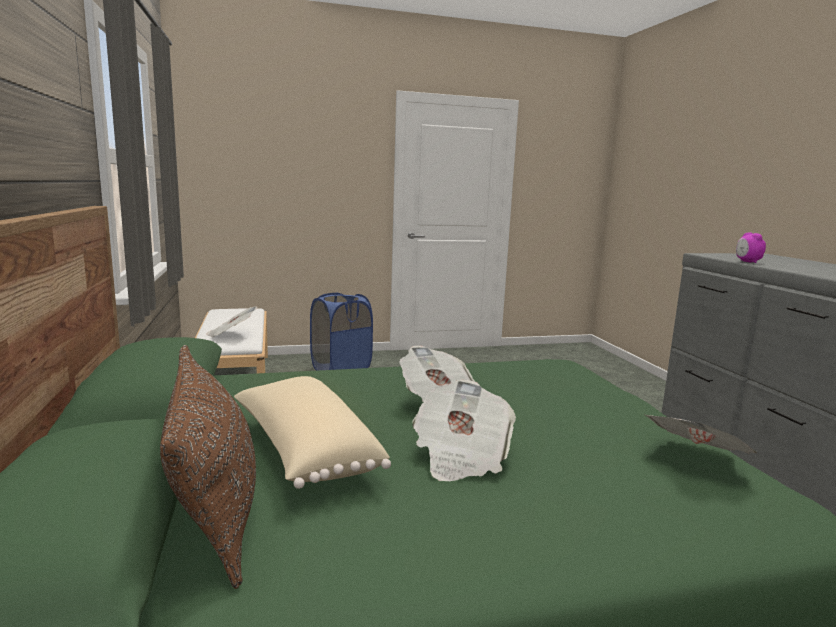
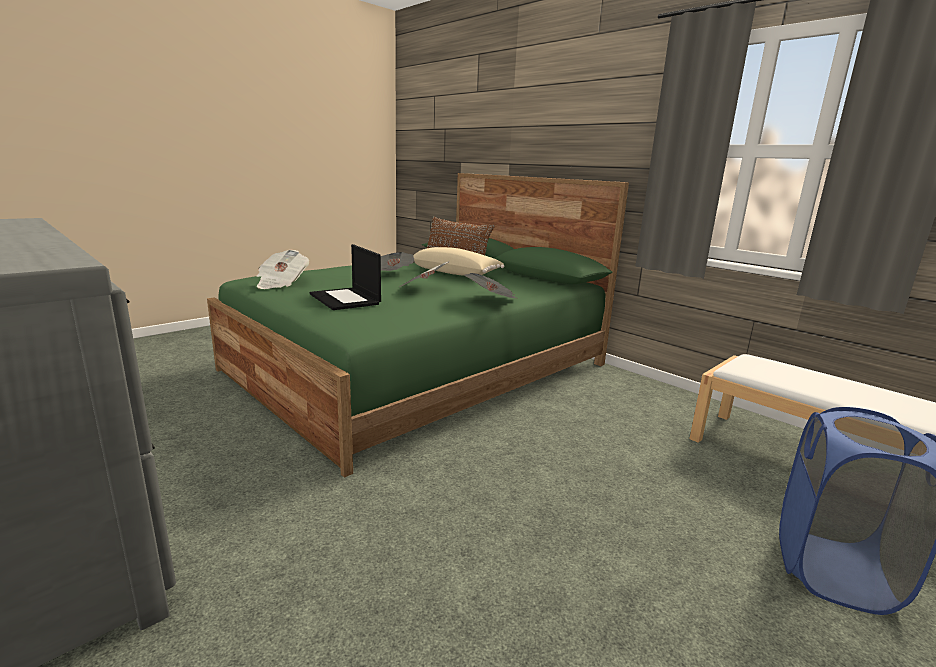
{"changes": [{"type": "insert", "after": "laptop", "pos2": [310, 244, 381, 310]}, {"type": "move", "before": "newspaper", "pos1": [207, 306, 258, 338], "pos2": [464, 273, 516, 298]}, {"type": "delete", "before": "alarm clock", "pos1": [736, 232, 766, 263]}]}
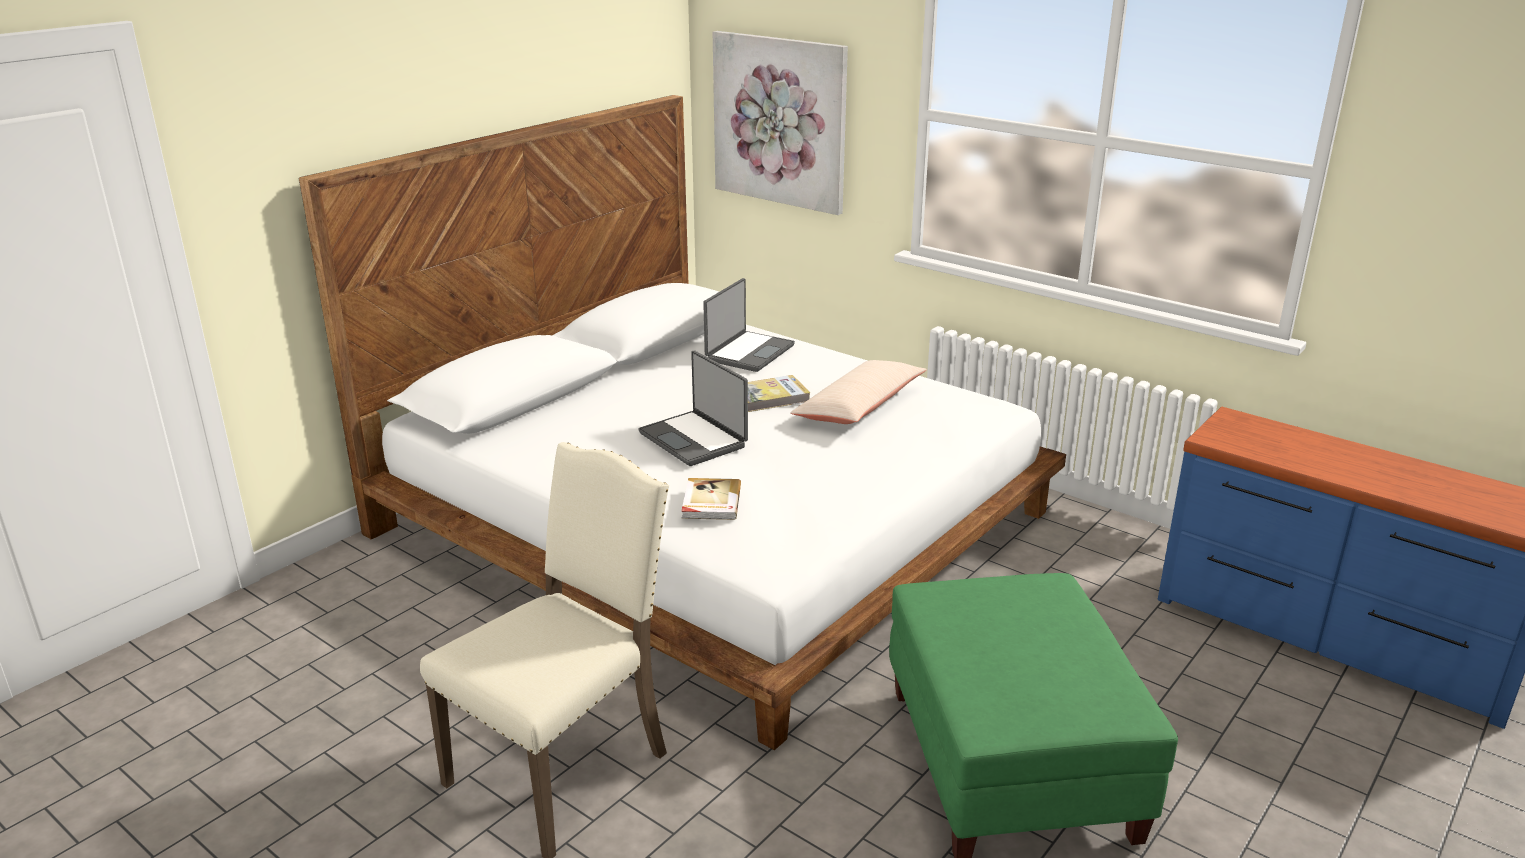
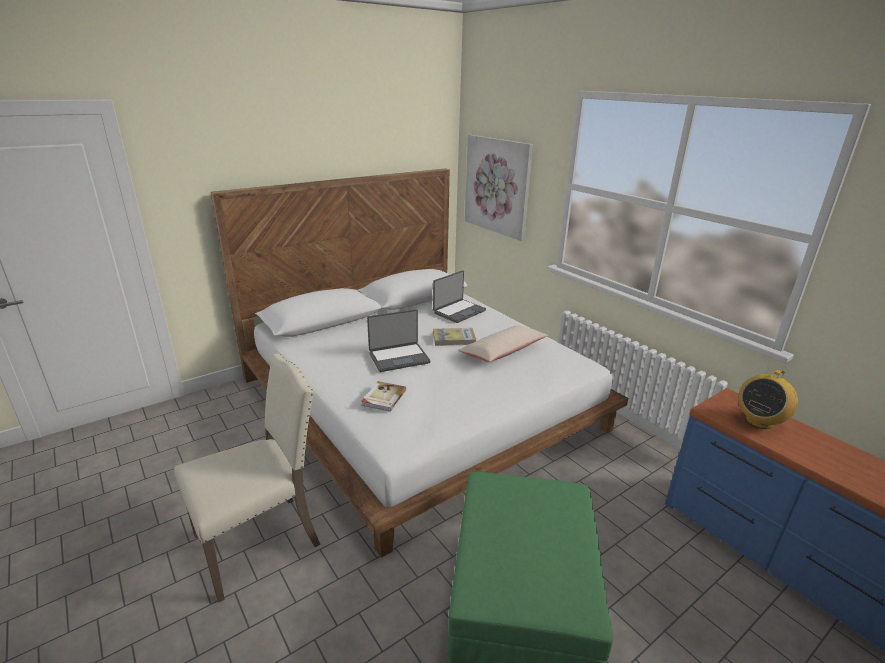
{"changes": [{"type": "rotate", "before": "laptop", "pos1": [639, 350, 748, 466], "pos2": [367, 309, 430, 372], "turn": -90}, {"type": "insert", "after": "radio", "pos2": [738, 369, 798, 429]}]}
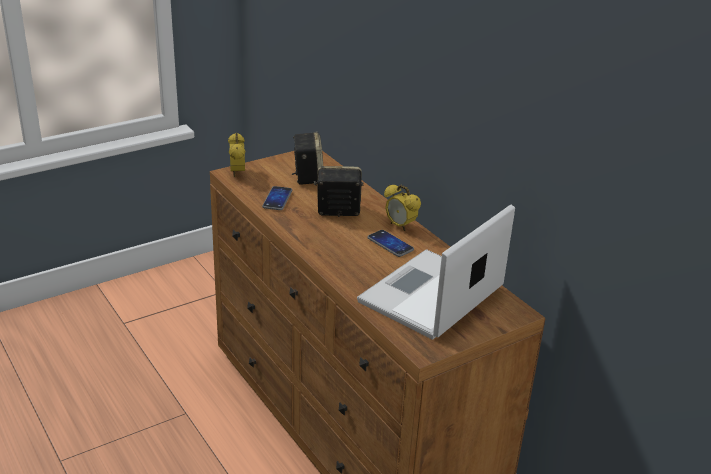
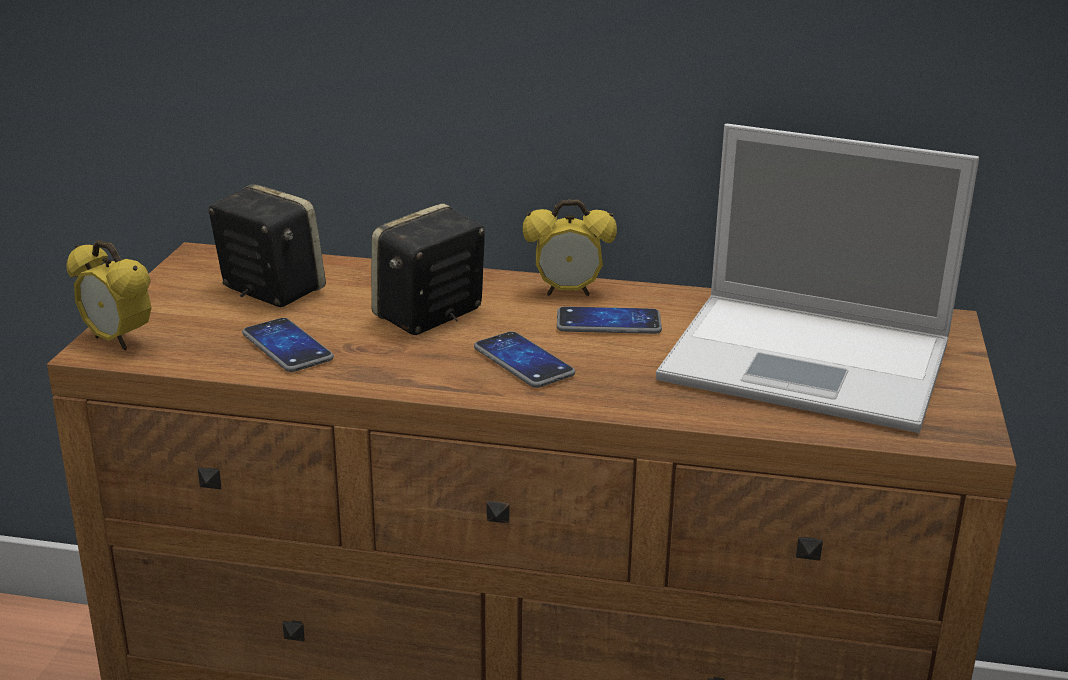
{"changes": [{"type": "insert", "after": "phone", "pos2": [474, 331, 575, 388]}, {"type": "rotate", "before": "laptop", "pos1": [357, 205, 515, 340], "pos2": [656, 124, 979, 433], "turn": -60}]}
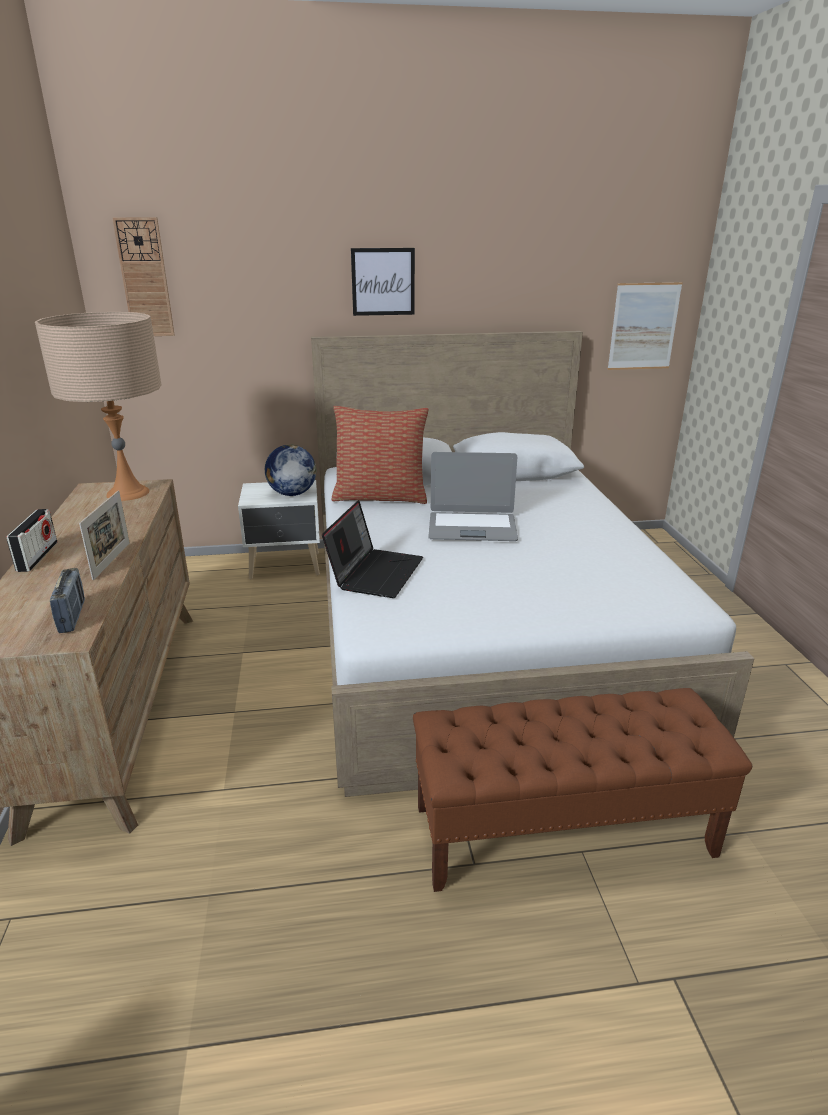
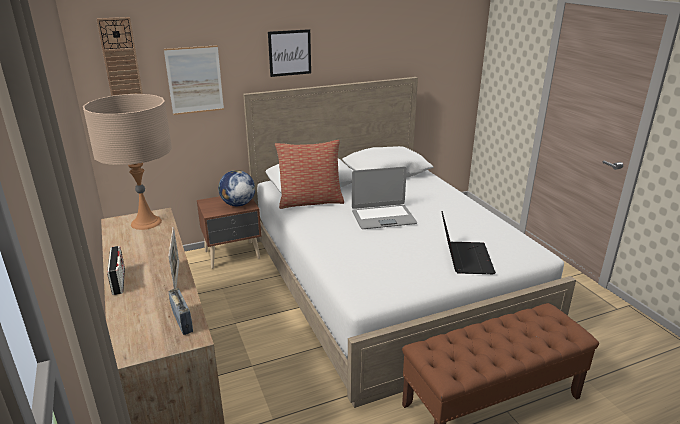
{"changes": [{"type": "move", "before": "picture", "pos1": [607, 282, 683, 370], "pos2": [164, 45, 224, 115]}, {"type": "recolor", "before": "white nightstand", "after": "brown nightstand", "pos1": [238, 480, 320, 579], "pos2": [197, 196, 261, 269]}, {"type": "move", "before": "laptop", "pos1": [322, 500, 423, 598], "pos2": [442, 211, 496, 274]}]}
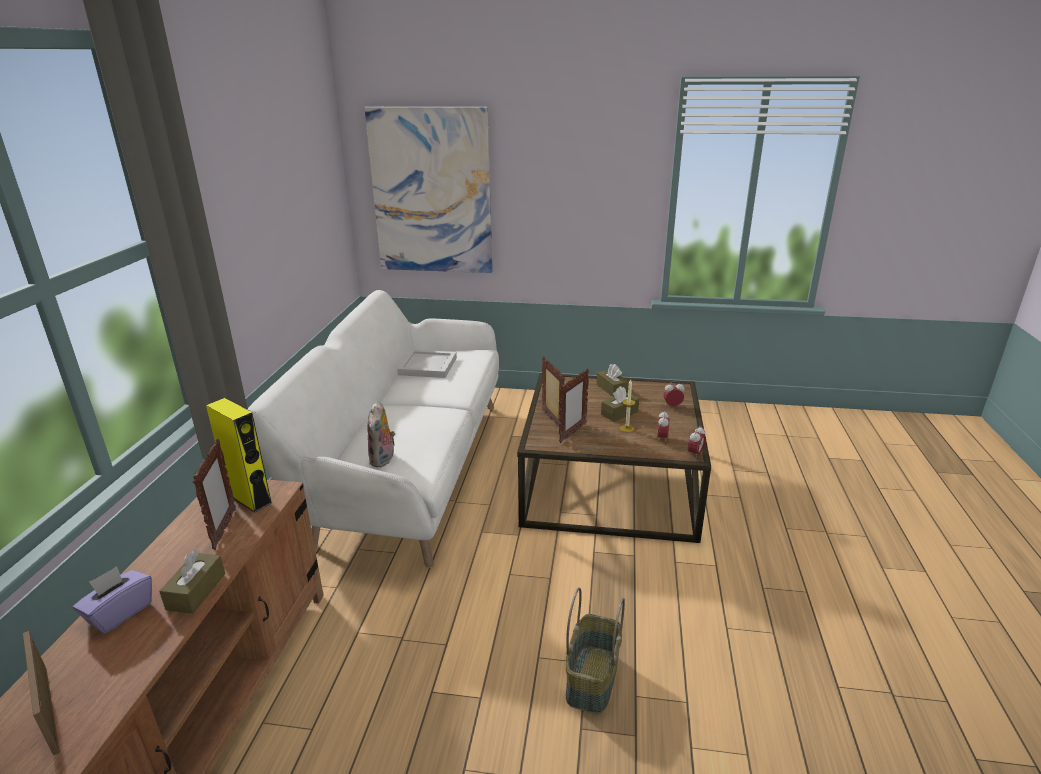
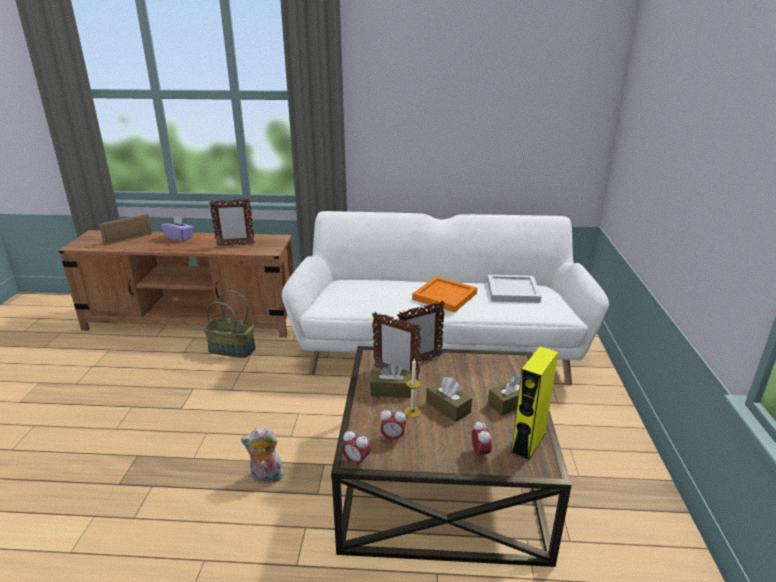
{"changes": [{"type": "move", "before": "basket", "pos1": [565, 587, 625, 714], "pos2": [204, 290, 256, 358]}, {"type": "move", "before": "plush toy", "pos1": [367, 401, 395, 467], "pos2": [241, 428, 284, 483]}, {"type": "move", "before": "brown tissue box", "pos1": [159, 550, 225, 614], "pos2": [370, 363, 412, 398]}, {"type": "insert", "after": "orange tray", "pos2": [412, 277, 477, 312]}, {"type": "move", "before": "yellow speaker", "pos1": [206, 398, 272, 513], "pos2": [511, 346, 558, 461]}, {"type": "delete", "before": "picture", "pos1": [364, 107, 493, 273]}]}
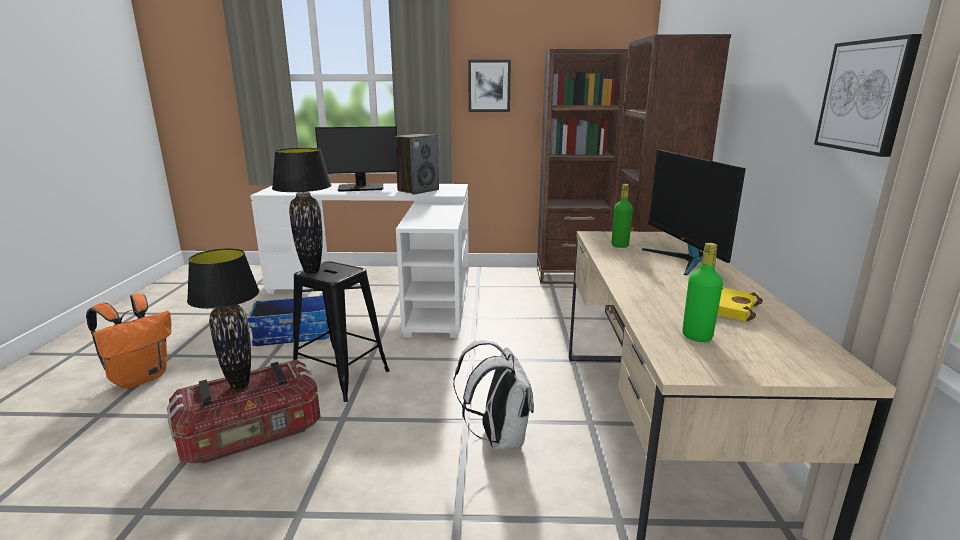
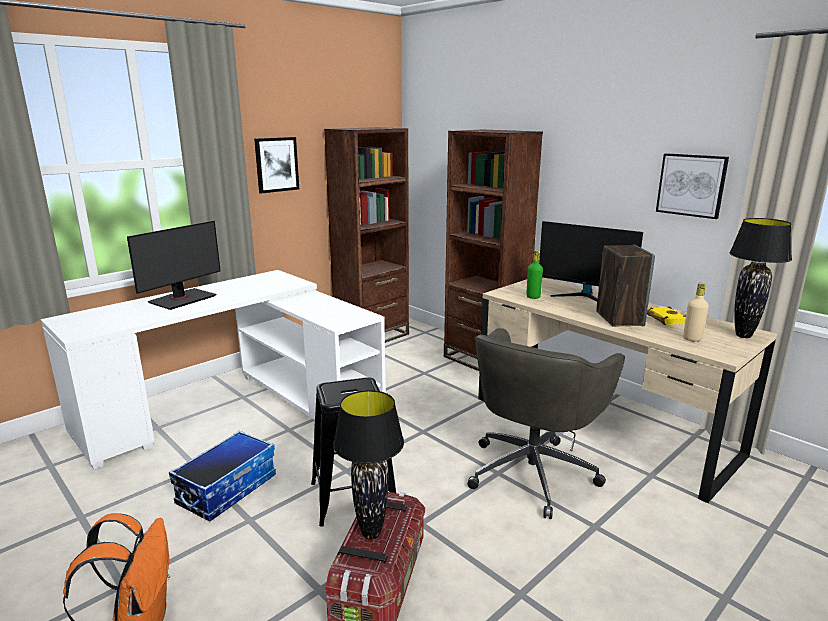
{"changes": [{"type": "replace", "before": "white backpack", "after": "grey office chair", "pos1": [453, 340, 534, 451], "pos2": [467, 328, 625, 519]}, {"type": "move", "before": "speaker", "pos1": [395, 134, 439, 195], "pos2": [596, 245, 655, 327]}, {"type": "recolor", "before": "green bottle", "after": "beige bottle", "pos1": [682, 243, 723, 342], "pos2": [683, 283, 709, 342]}, {"type": "move", "before": "black table lamp", "pos1": [272, 148, 332, 274], "pos2": [729, 218, 792, 338]}]}
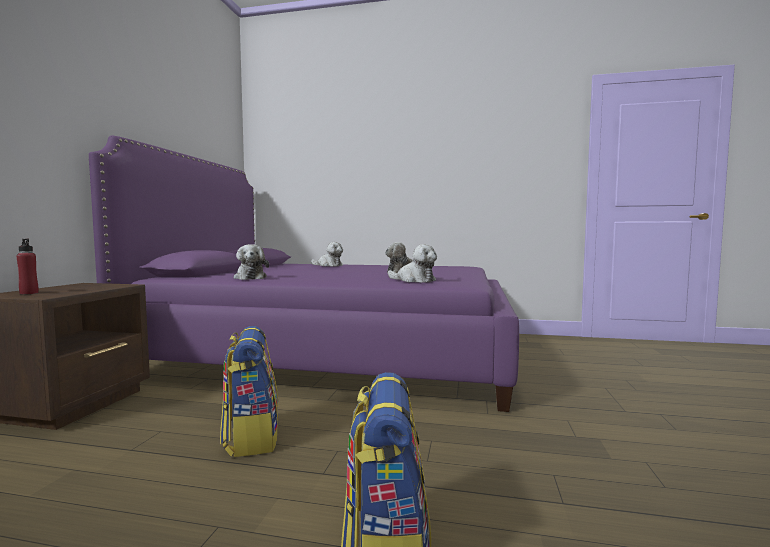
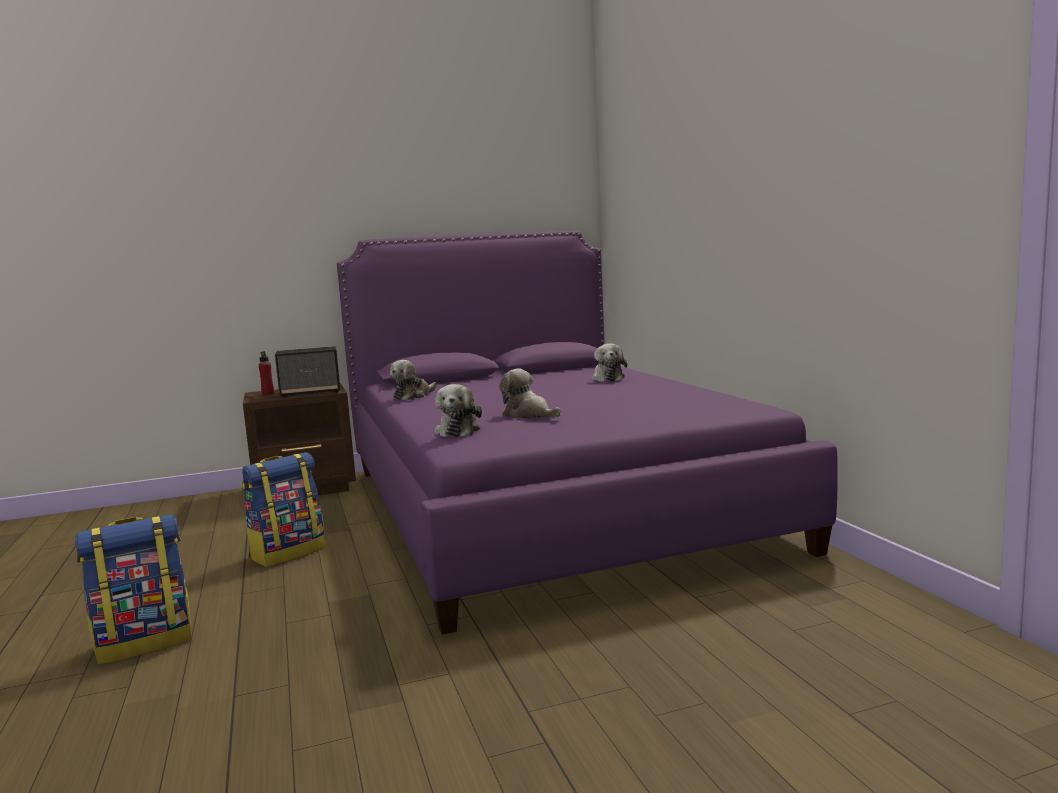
{"changes": [{"type": "insert", "after": "speaker", "pos2": [275, 346, 340, 398]}]}
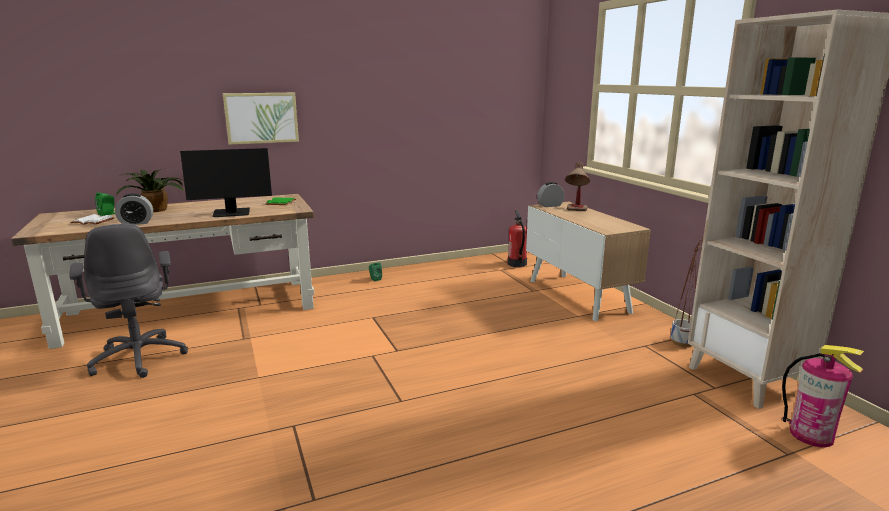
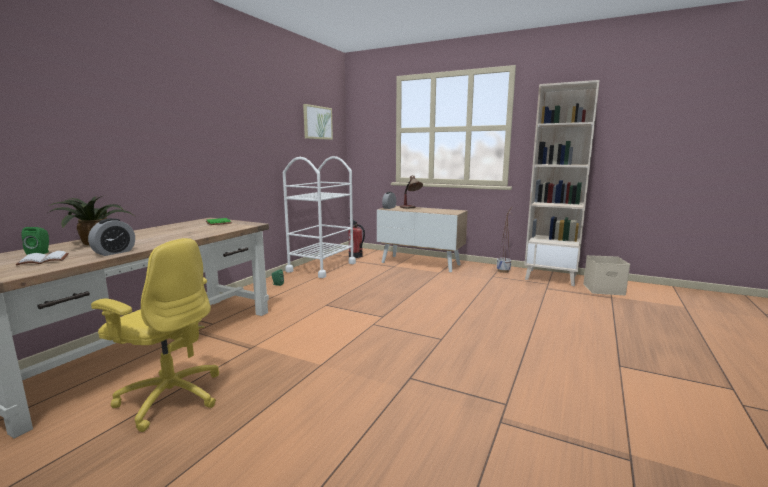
{"changes": [{"type": "recolor", "before": "grey office chair", "after": "yellow office chair", "pos1": [69, 224, 188, 378], "pos2": [91, 238, 219, 432]}, {"type": "insert", "after": "white cart", "pos2": [283, 156, 356, 278]}, {"type": "move", "before": "picture", "pos1": [223, 93, 299, 145], "pos2": [303, 104, 333, 140]}, {"type": "replace", "before": "fire extinguisher", "after": "beige storage box", "pos1": [782, 345, 864, 447], "pos2": [584, 255, 630, 295]}, {"type": "delete", "before": "monitor", "pos1": [180, 148, 272, 217]}]}
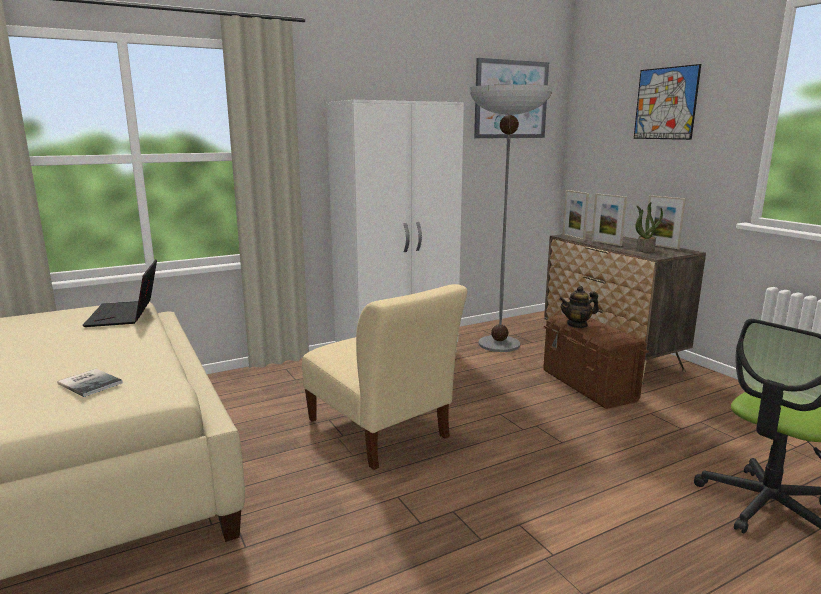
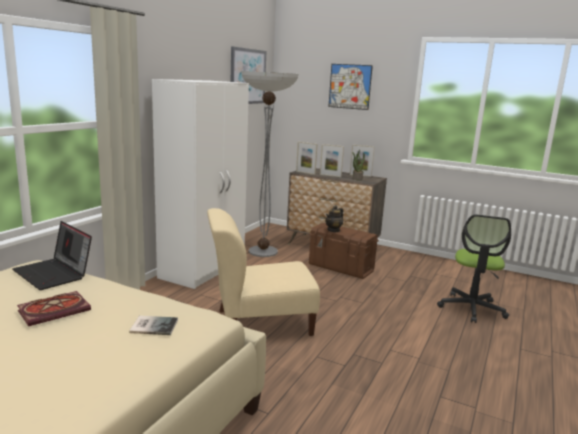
{"changes": [{"type": "insert", "after": "book", "pos2": [17, 291, 91, 326]}, {"type": "rotate", "before": "beige chair", "pos1": [302, 284, 468, 470], "pos2": [207, 208, 320, 336], "turn": 150}]}
